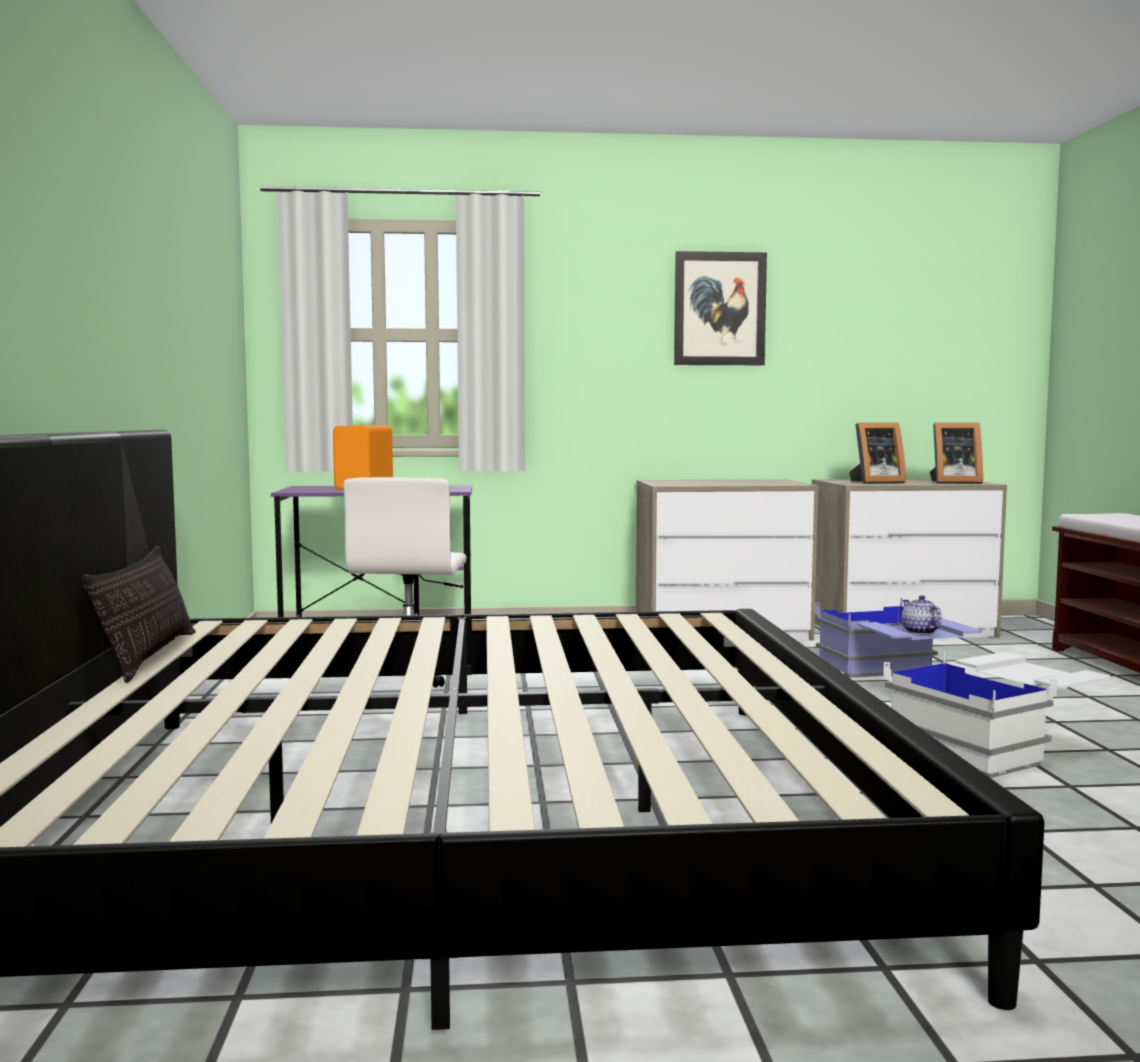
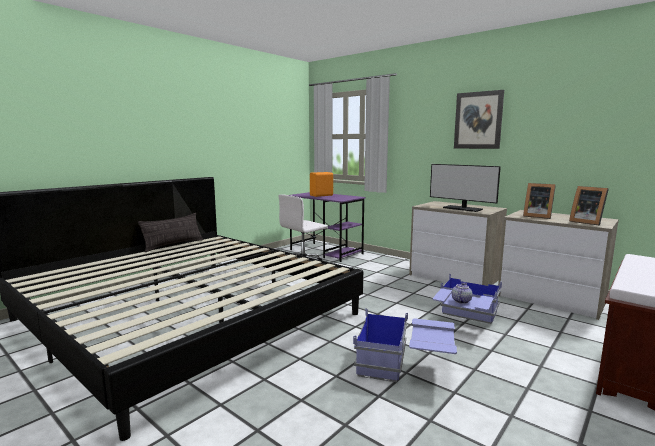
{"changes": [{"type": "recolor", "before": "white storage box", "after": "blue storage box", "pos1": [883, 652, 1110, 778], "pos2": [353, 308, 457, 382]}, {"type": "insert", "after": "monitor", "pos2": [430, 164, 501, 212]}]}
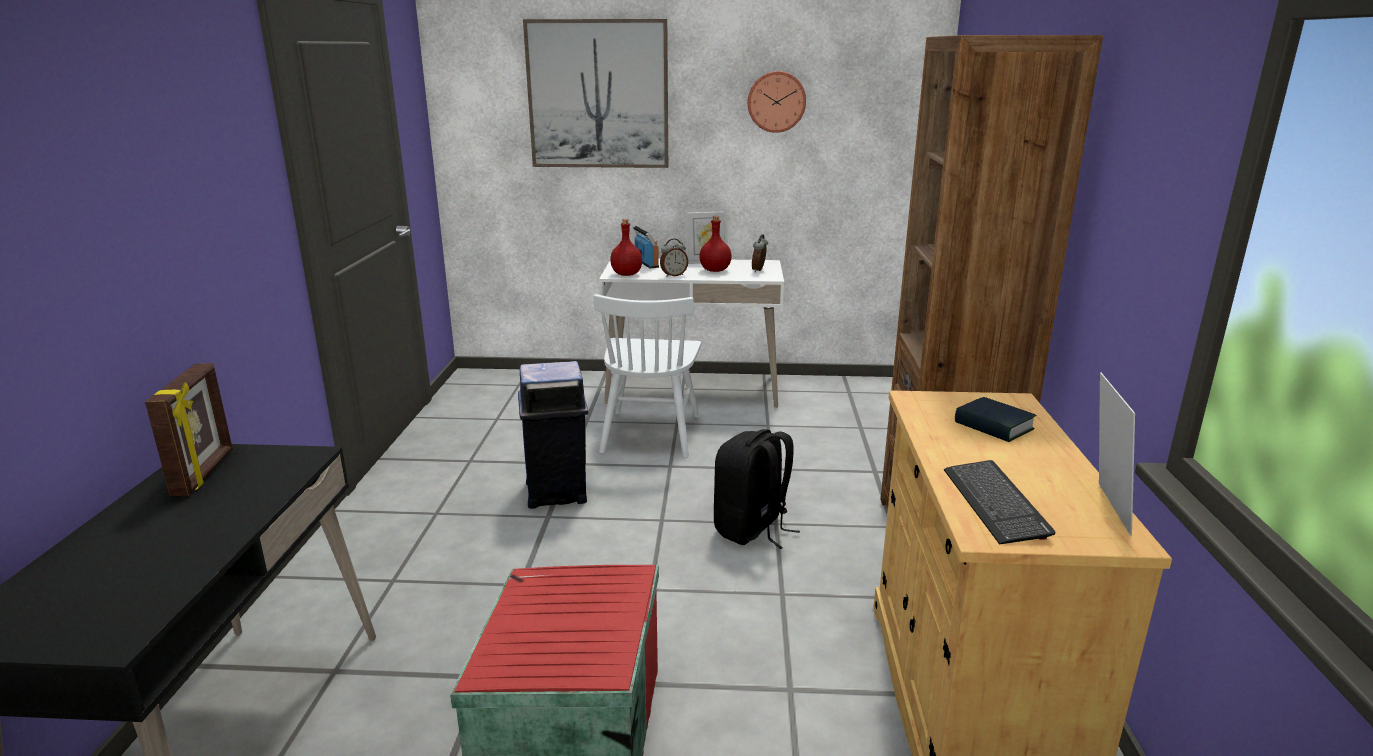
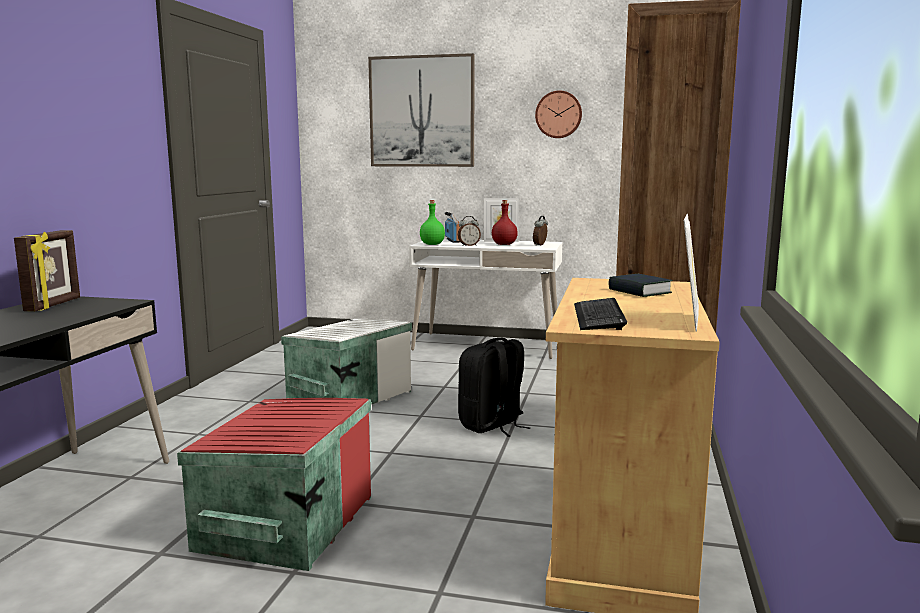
{"changes": [{"type": "replace", "before": "blue trash can", "after": "white storage box", "pos1": [518, 361, 588, 509], "pos2": [281, 319, 412, 405]}, {"type": "recolor", "before": "red bottle", "after": "green bottle", "pos1": [610, 219, 642, 276], "pos2": [420, 200, 445, 245]}, {"type": "delete", "before": "white chair", "pos1": [593, 294, 701, 458]}]}
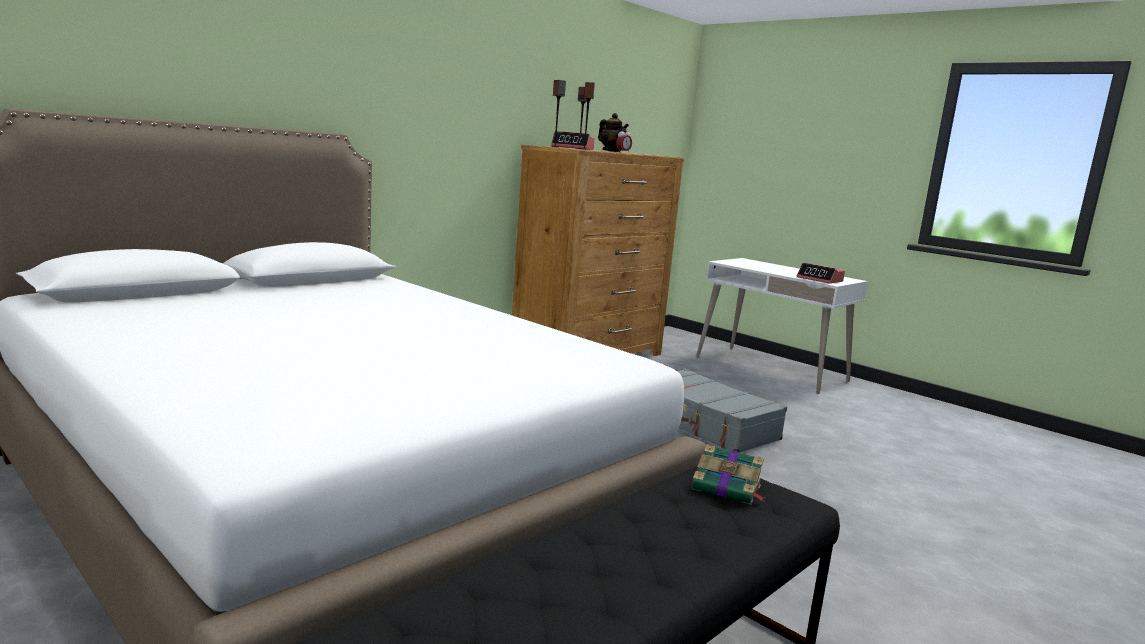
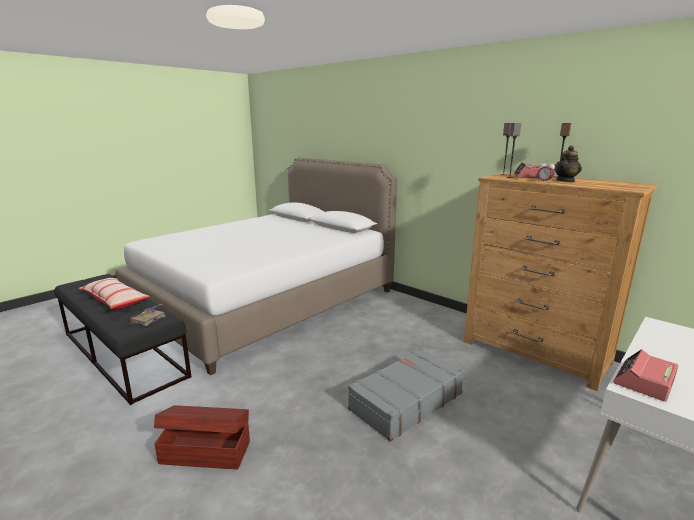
{"changes": [{"type": "insert", "after": "pillow", "pos2": [79, 278, 150, 309]}, {"type": "insert", "after": "brown storage box", "pos2": [154, 405, 250, 470]}]}
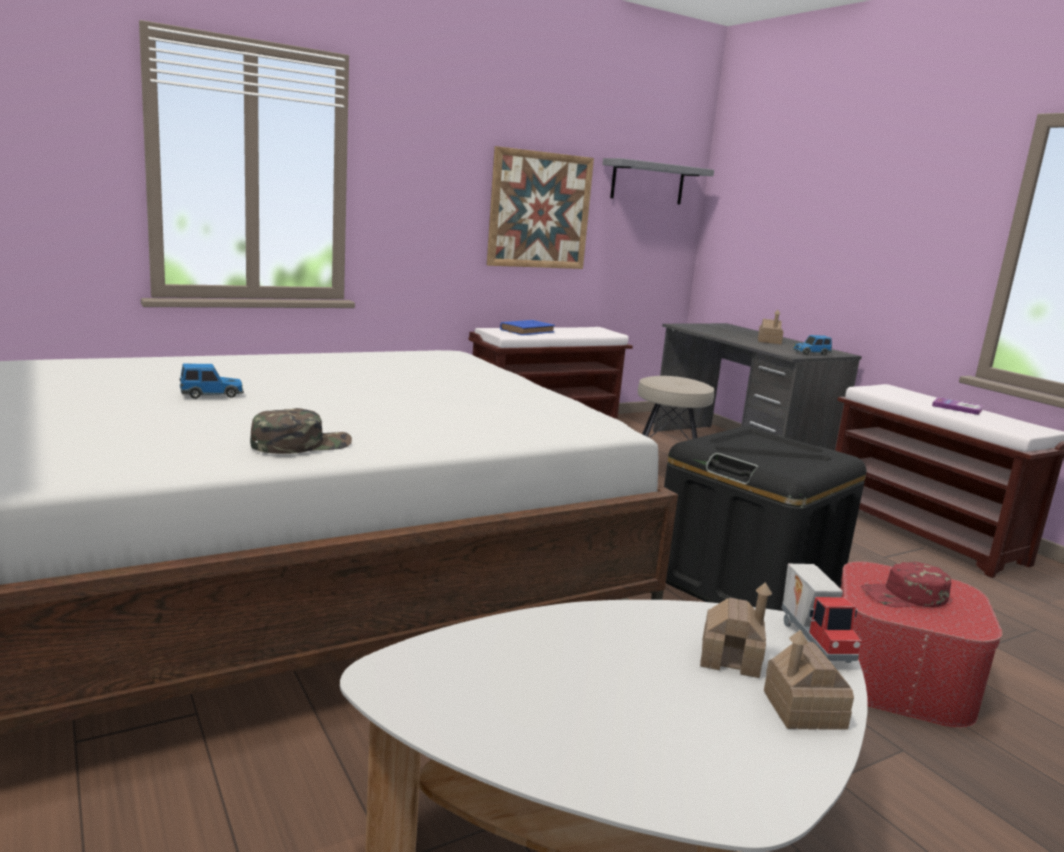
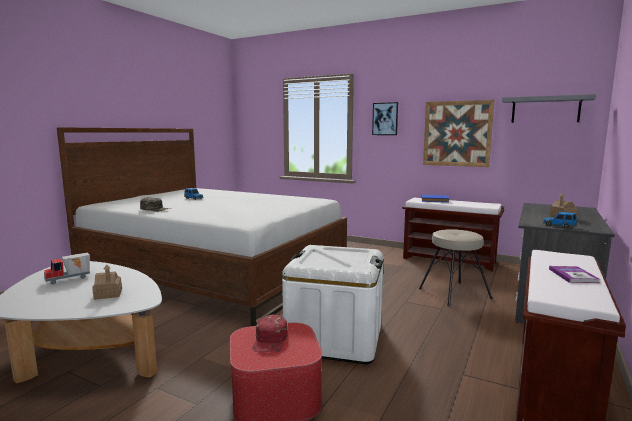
{"changes": [{"type": "move", "before": "toy truck", "pos1": [781, 564, 861, 663], "pos2": [44, 253, 90, 285]}, {"type": "rotate", "before": "red cap", "pos1": [861, 562, 952, 607], "pos2": [253, 315, 288, 352], "turn": -135}, {"type": "recolor", "before": "black storage box", "after": "white storage box", "pos1": [664, 426, 866, 611], "pos2": [282, 245, 384, 364]}, {"type": "insert", "after": "picture", "pos2": [372, 102, 398, 135]}, {"type": "delete", "before": "toy house", "pos1": [764, 630, 854, 730]}]}
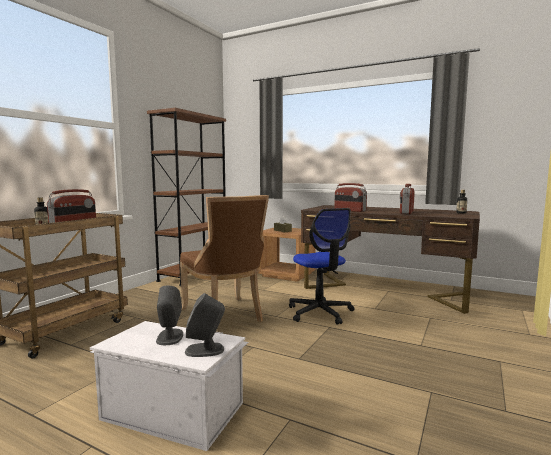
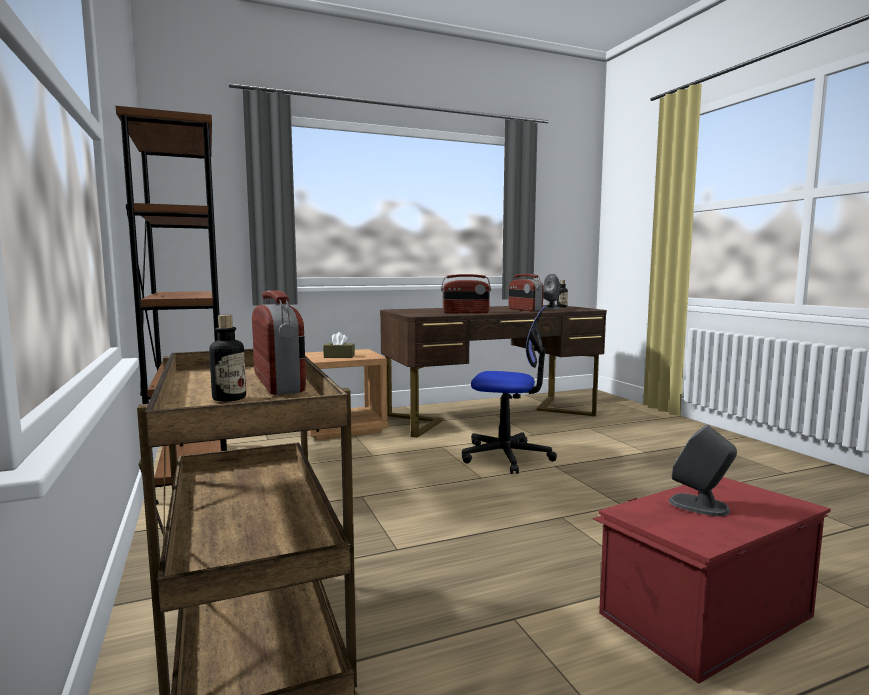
{"changes": [{"type": "move", "before": "grey speaker", "pos1": [185, 293, 225, 357], "pos2": [543, 274, 560, 310]}, {"type": "recolor", "before": "white storage box", "after": "red storage box", "pos1": [90, 321, 248, 451], "pos2": [592, 477, 831, 684]}, {"type": "delete", "before": "brown chair", "pos1": [180, 195, 269, 322]}]}
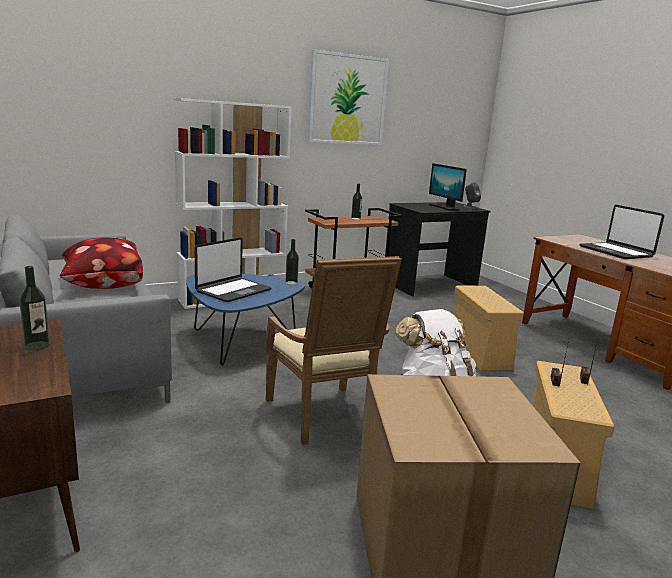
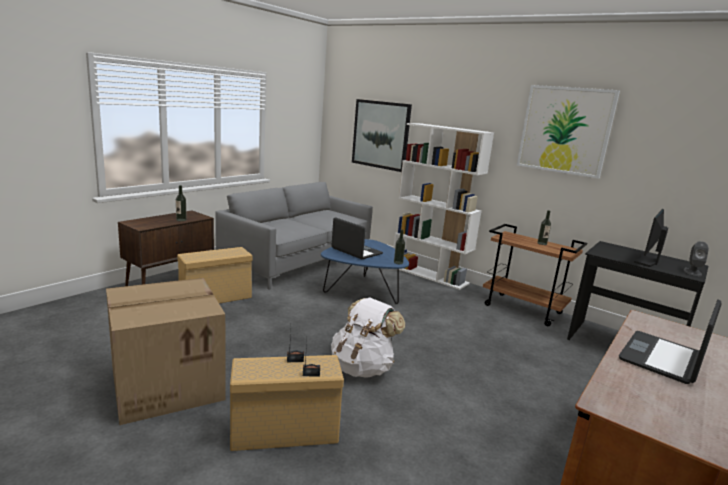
{"changes": [{"type": "move", "before": "beige storage box", "pos1": [453, 285, 524, 371], "pos2": [177, 247, 253, 304]}, {"type": "rotate", "before": "laptop", "pos1": [195, 237, 271, 302], "pos2": [331, 217, 383, 259], "turn": -150}, {"type": "insert", "after": "picture", "pos2": [352, 99, 412, 172]}, {"type": "delete", "before": "pillow", "pos1": [59, 237, 143, 289]}, {"type": "delete", "before": "beige armchair", "pos1": [264, 256, 402, 445]}]}
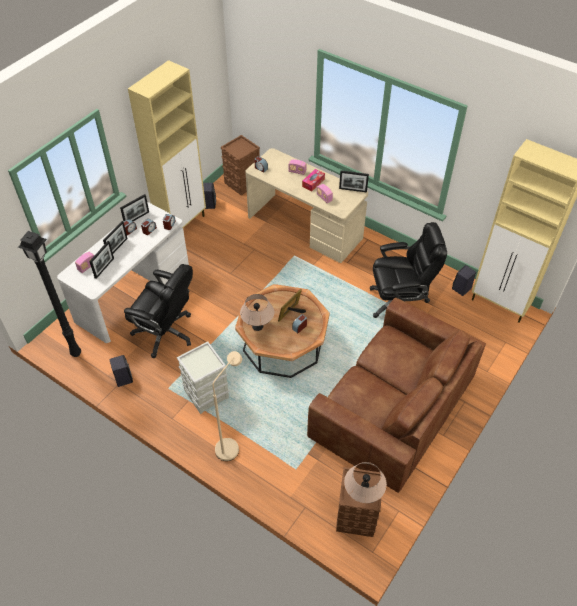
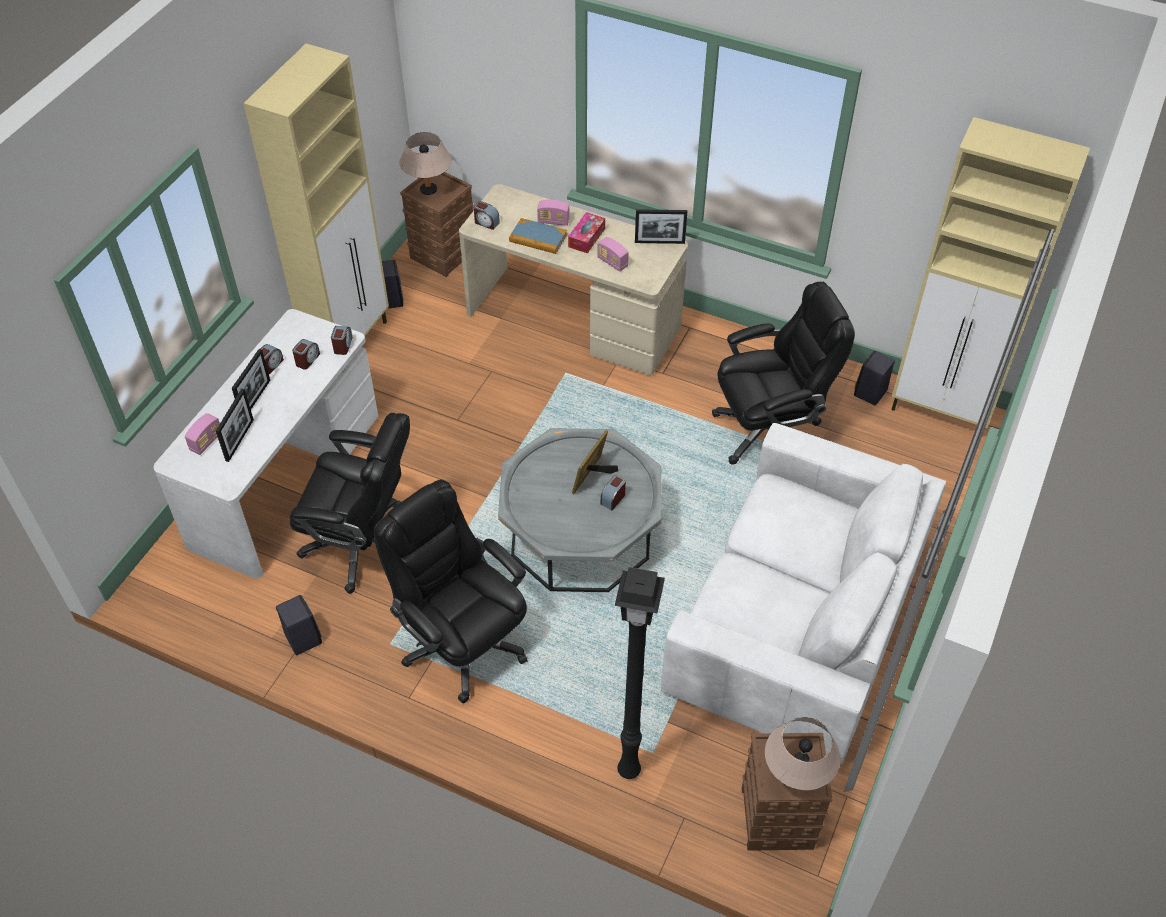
{"changes": [{"type": "replace", "before": "grey storage box", "after": "black office chair", "pos1": [177, 341, 229, 414], "pos2": [374, 479, 528, 703]}, {"type": "move", "before": "beige table lamp", "pos1": [240, 294, 274, 331], "pos2": [399, 132, 452, 195]}, {"type": "recolor", "before": "brown coffee table", "after": "grey coffee table", "pos1": [235, 284, 330, 378], "pos2": [498, 428, 662, 592]}, {"type": "insert", "after": "book", "pos2": [509, 218, 567, 254]}, {"type": "move", "before": "black floor lamp", "pos1": [18, 231, 81, 357], "pos2": [615, 567, 665, 779]}, {"type": "recolor", "before": "brown sofa", "after": "white sofa", "pos1": [307, 298, 486, 493], "pos2": [661, 423, 946, 765]}, {"type": "delete", "before": "picture frame", "pos1": [120, 194, 149, 221]}, {"type": "delete", "before": "beige floor lamp", "pos1": [213, 351, 242, 461]}]}
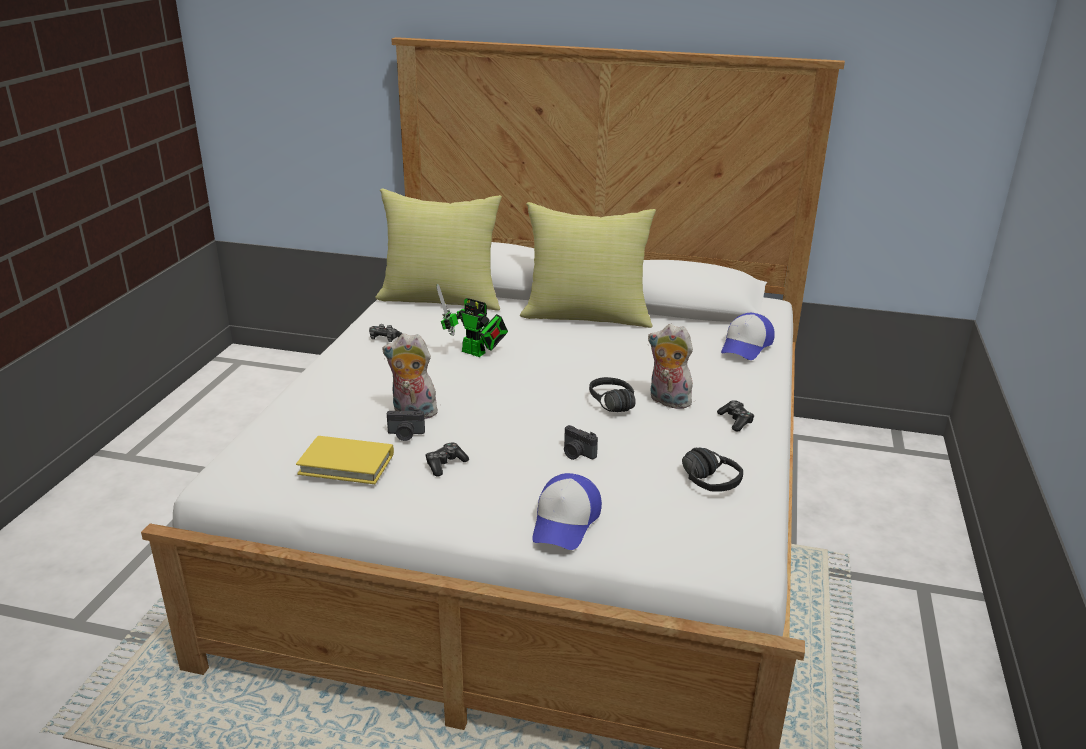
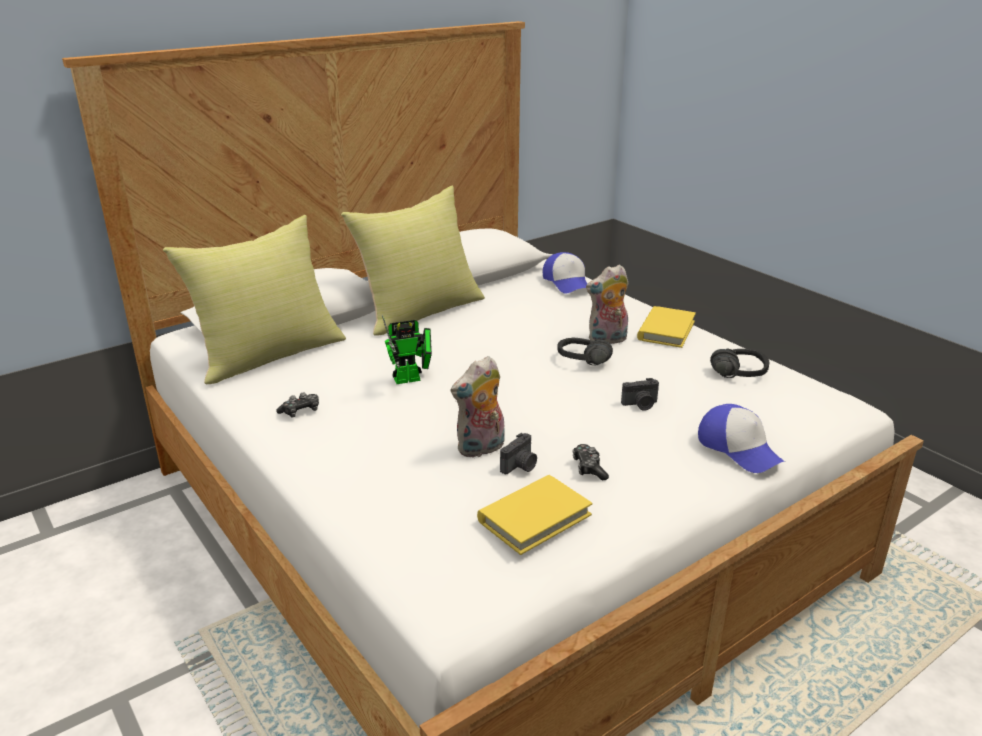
{"changes": [{"type": "replace", "before": "game controller", "after": "yellow book", "pos1": [717, 400, 754, 431], "pos2": [637, 306, 696, 348]}]}
